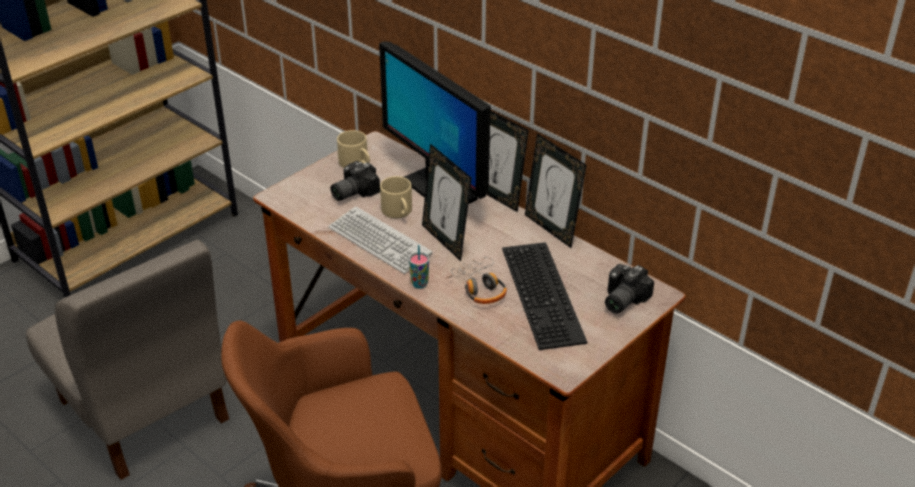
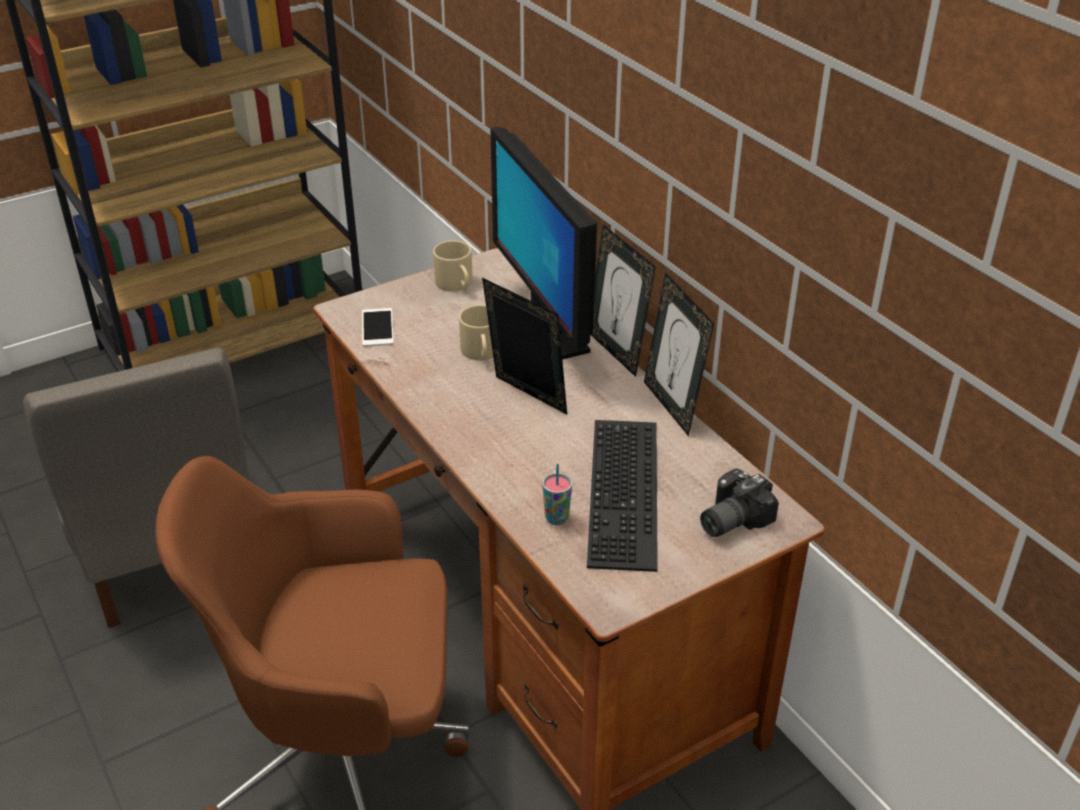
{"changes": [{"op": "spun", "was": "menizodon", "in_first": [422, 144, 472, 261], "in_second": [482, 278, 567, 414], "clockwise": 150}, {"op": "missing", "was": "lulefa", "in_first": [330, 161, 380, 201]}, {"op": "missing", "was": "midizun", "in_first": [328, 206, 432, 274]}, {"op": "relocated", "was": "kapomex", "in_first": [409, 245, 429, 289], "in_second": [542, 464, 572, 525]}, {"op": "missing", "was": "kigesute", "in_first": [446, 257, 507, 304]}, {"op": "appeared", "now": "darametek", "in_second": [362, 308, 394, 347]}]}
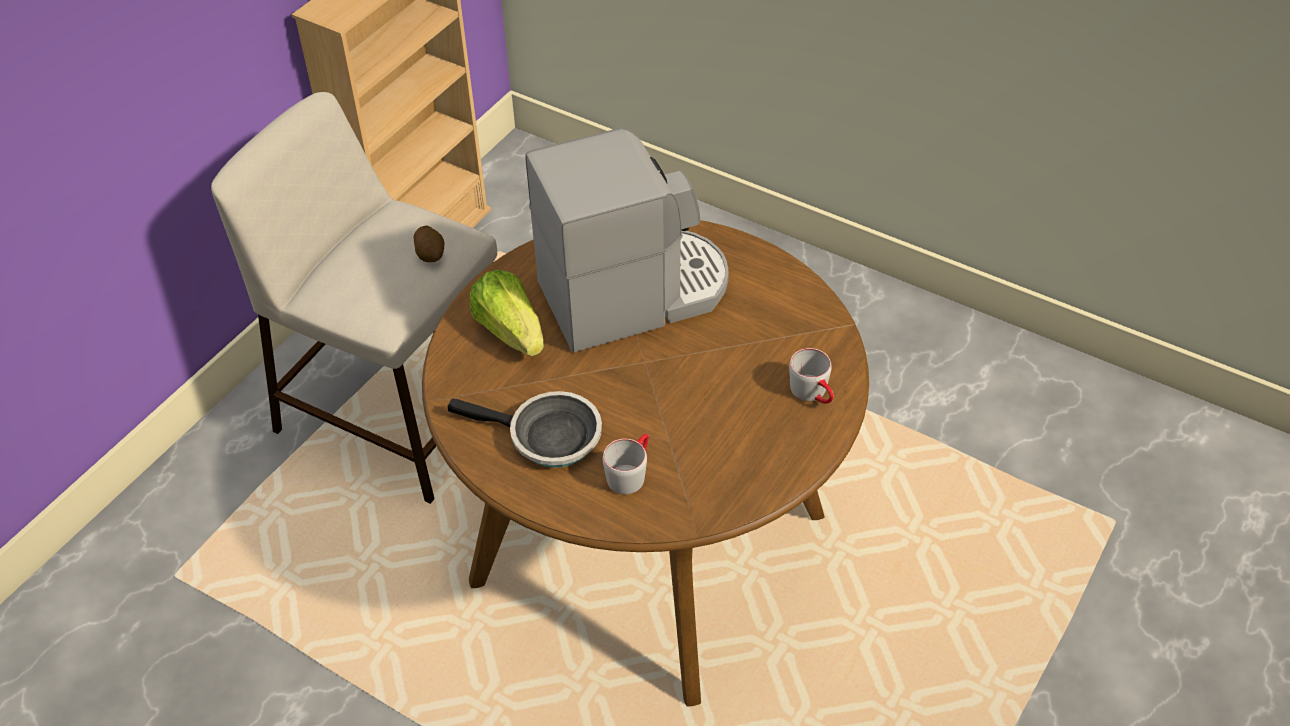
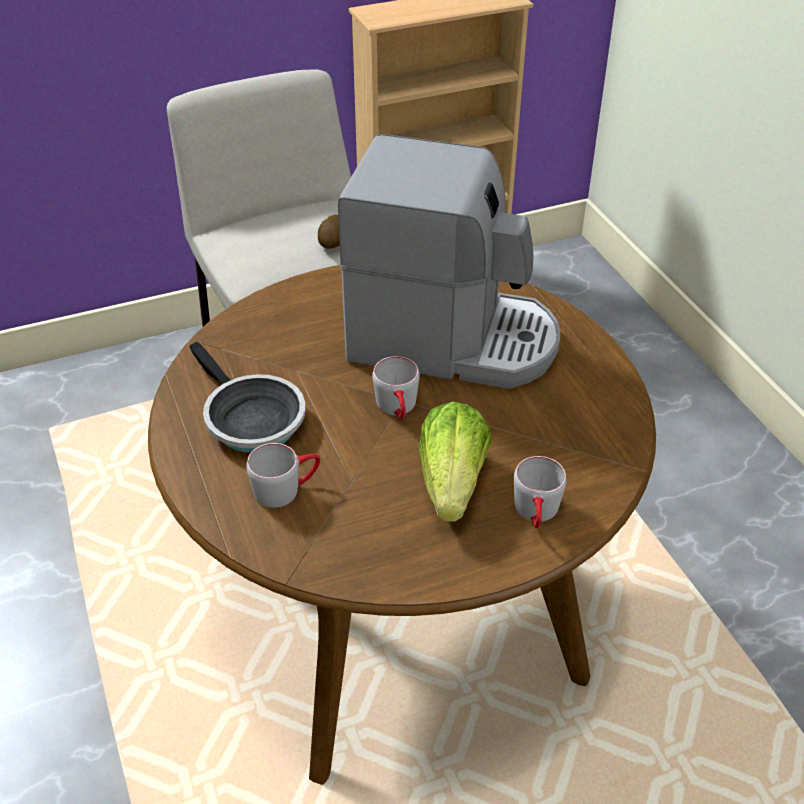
{"changes": [{"op": "relocated", "was": "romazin", "in_first": [469, 270, 544, 356], "in_second": [419, 402, 492, 522]}, {"op": "appeared", "now": "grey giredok", "in_second": [372, 356, 420, 419]}]}
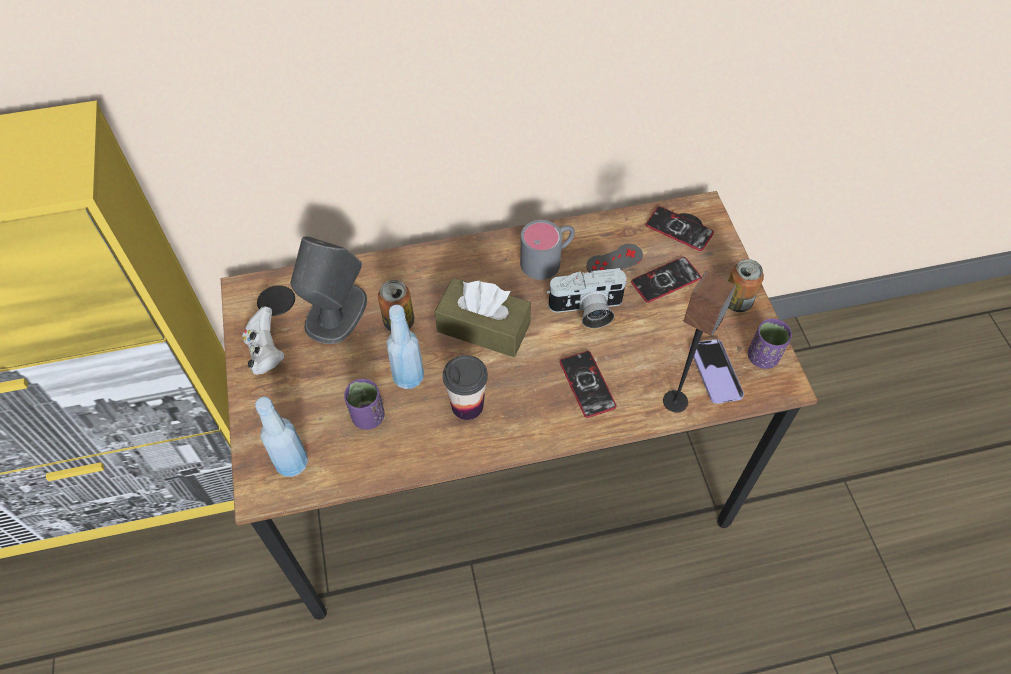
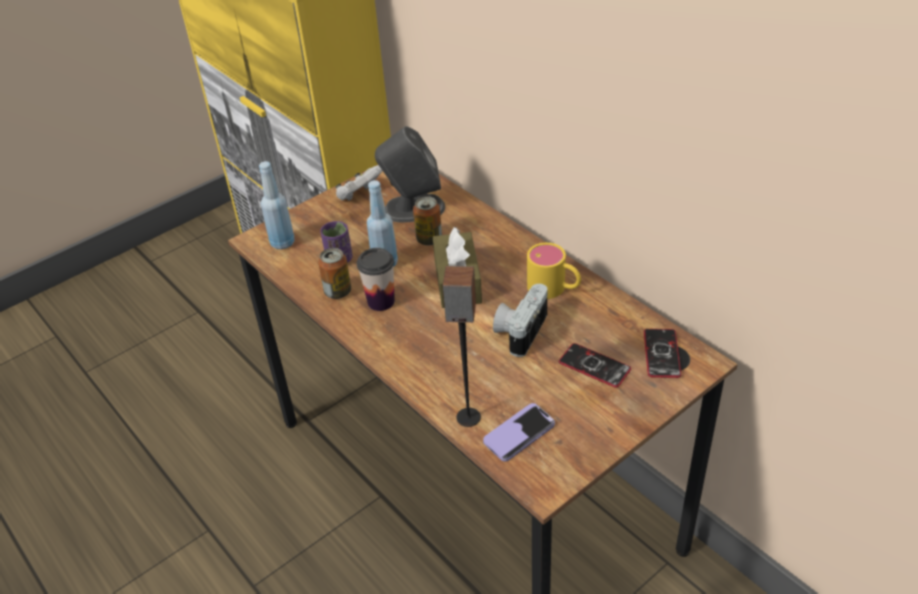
{"changes": [{"op": "colour", "was": "grey giredok", "now": "yellow giredok", "in_first": [520, 220, 575, 280], "in_second": [527, 243, 581, 299]}, {"op": "missing", "was": "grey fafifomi", "in_first": [586, 244, 643, 273]}, {"op": "relocated", "was": "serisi", "in_first": [728, 259, 764, 312], "in_second": [318, 248, 351, 299]}, {"op": "spun", "was": "lulefa", "in_first": [547, 268, 628, 328], "in_second": [493, 284, 547, 357], "clockwise": 60}, {"op": "missing", "was": "purple kapomex", "in_first": [748, 319, 792, 369]}, {"op": "missing", "was": "darametek", "in_first": [560, 351, 616, 418]}]}
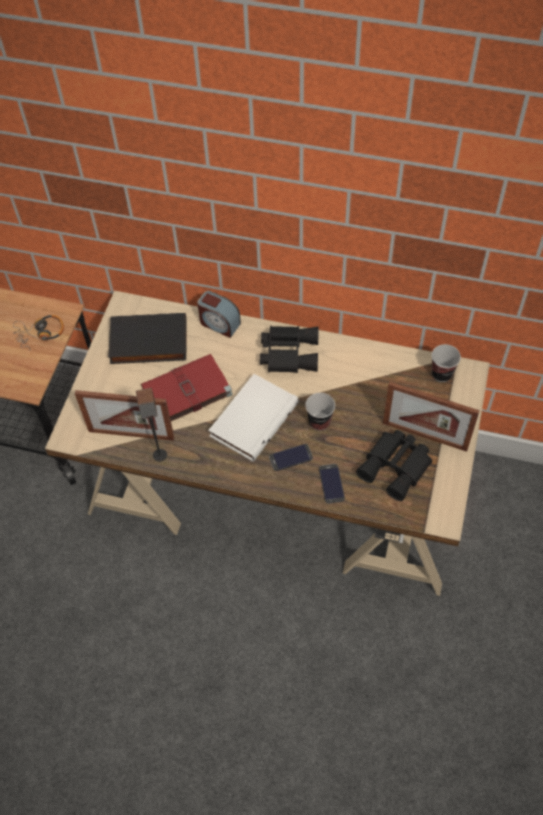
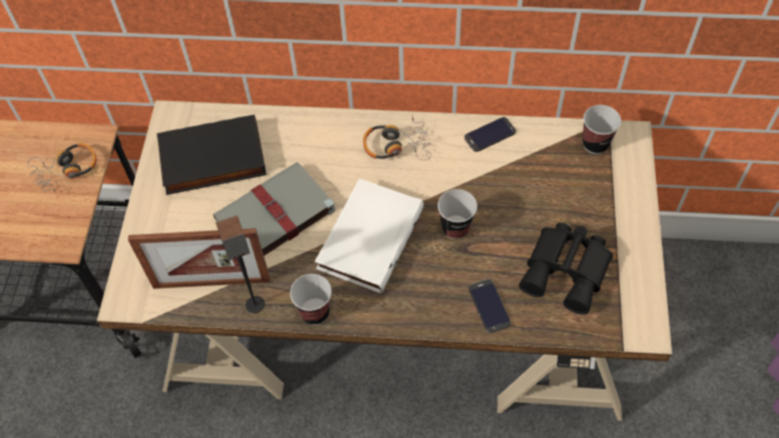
{"changes": [{"op": "missing", "was": "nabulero", "in_first": [197, 291, 241, 338]}, {"op": "exchanged", "was": "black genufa", "now": "kigesute", "in_first": [260, 326, 319, 373], "in_second": [363, 116, 431, 160]}, {"op": "colour", "was": "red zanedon", "now": "grey zanedon", "in_first": [141, 354, 232, 421], "in_second": [213, 162, 335, 256]}, {"op": "missing", "was": "menizodon", "in_first": [383, 382, 480, 452]}, {"op": "relocated", "was": "darametek", "in_first": [269, 444, 313, 471], "in_second": [464, 117, 516, 152]}, {"op": "appeared", "now": "kapomex", "in_second": [290, 274, 332, 325]}]}
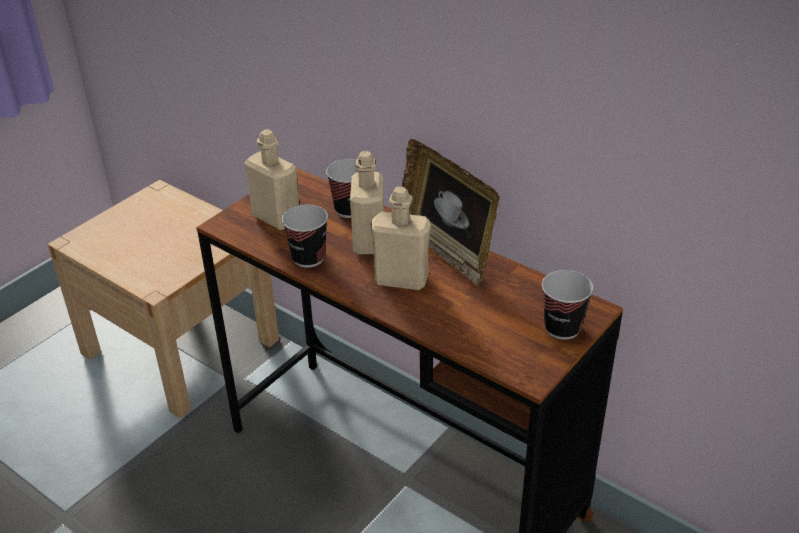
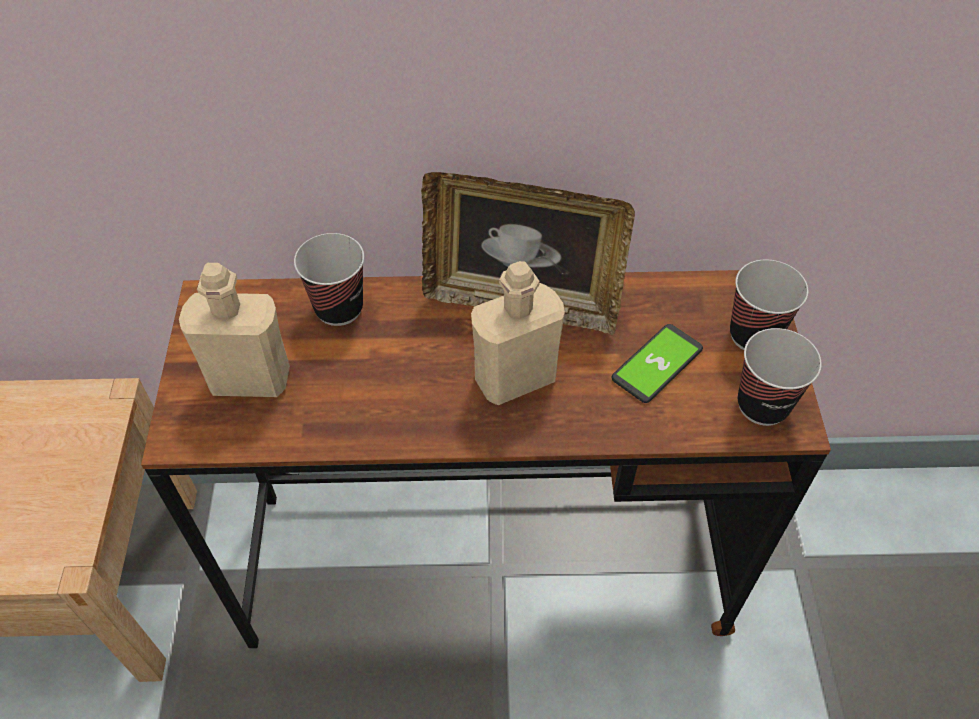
{"changes": [{"op": "missing", "was": "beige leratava", "in_first": [350, 151, 384, 254]}, {"op": "relocated", "was": "kapomex", "in_first": [282, 204, 328, 268], "in_second": [738, 328, 822, 426]}, {"op": "appeared", "now": "darametek", "in_second": [611, 324, 703, 403]}]}
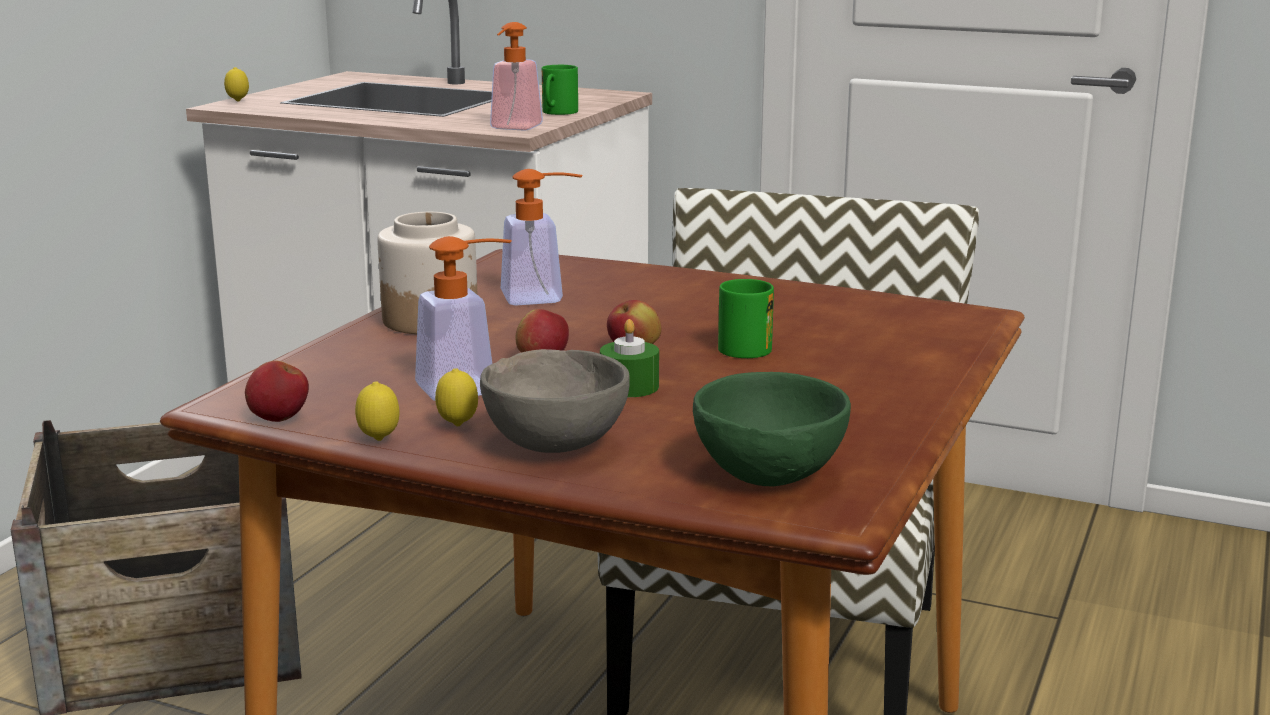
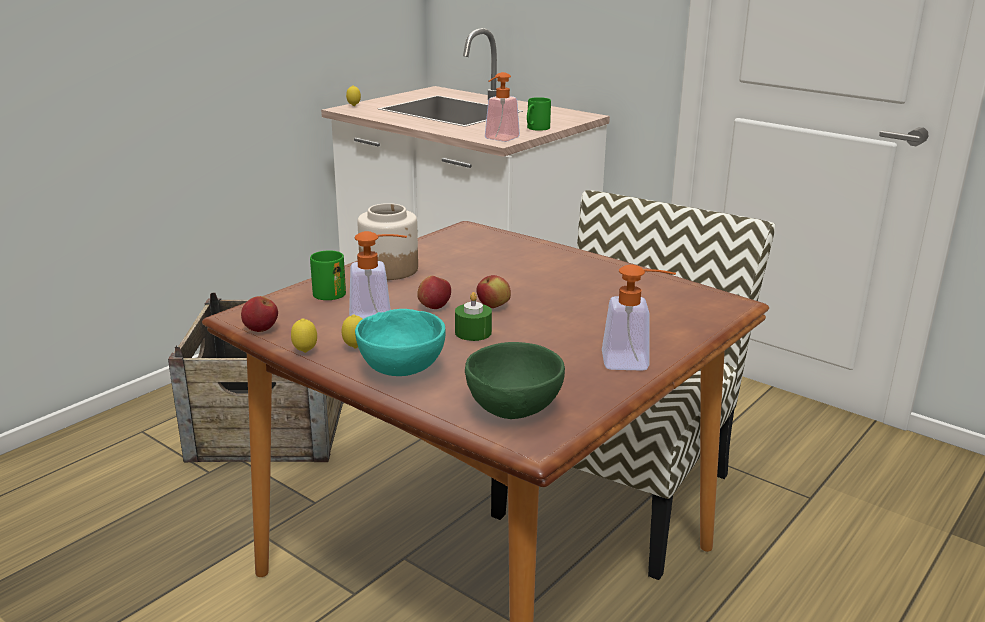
{"changes": [{"op": "relocated", "was": "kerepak", "in_first": [501, 169, 583, 306], "in_second": [602, 265, 676, 371]}, {"op": "relocated", "was": "green giredok", "in_first": [718, 279, 774, 358], "in_second": [310, 250, 346, 300]}, {"op": "colour", "was": "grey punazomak", "now": "turquoise punazomak", "in_first": [480, 349, 630, 453], "in_second": [355, 309, 446, 376]}]}
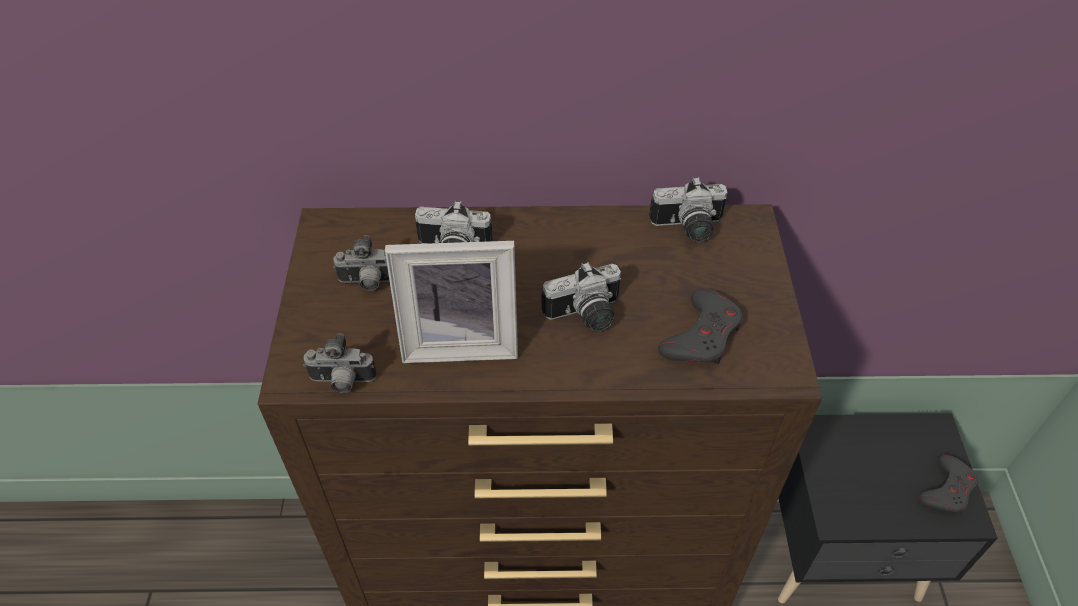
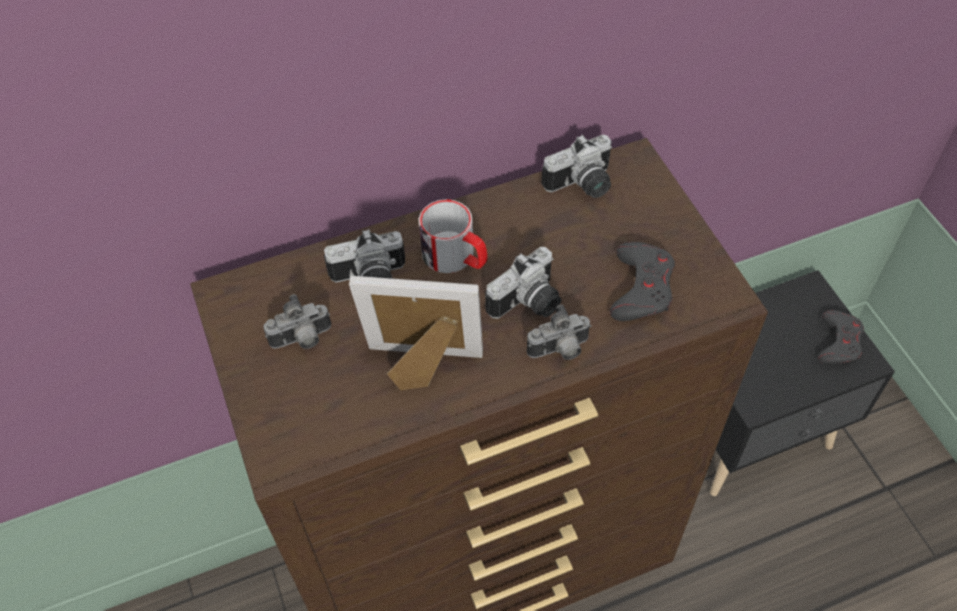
{"changes": [{"op": "spun", "was": "menizodon", "in_first": [385, 241, 518, 363], "in_second": [349, 276, 483, 390], "clockwise": -150}, {"op": "relocated", "was": "lulefa", "in_first": [303, 333, 377, 393], "in_second": [527, 304, 591, 360]}, {"op": "appeared", "now": "giredok", "in_second": [418, 199, 487, 273]}]}
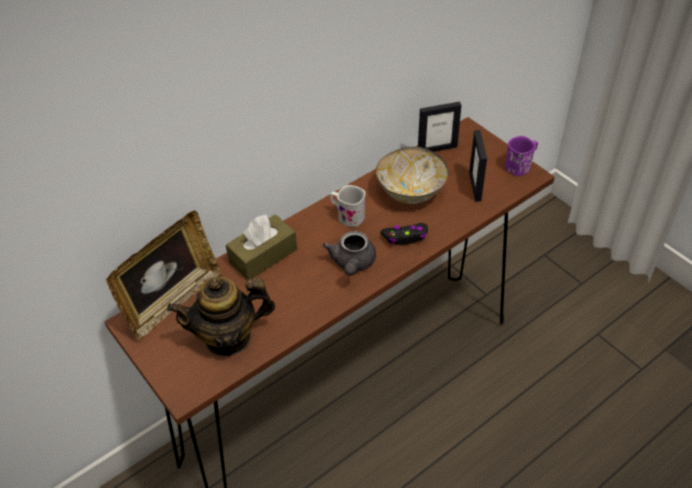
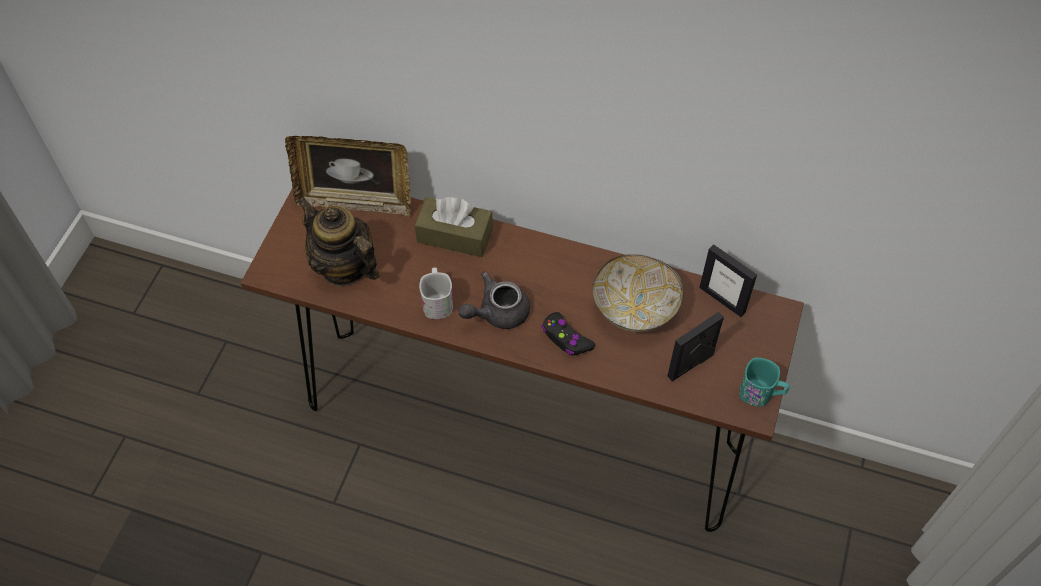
{"changes": [{"op": "colour", "was": "purple giredok", "now": "turquoise giredok", "in_first": [505, 136, 538, 176], "in_second": [739, 358, 790, 407]}, {"op": "relocated", "was": "white giredok", "in_first": [330, 185, 366, 227], "in_second": [419, 268, 453, 319]}]}
